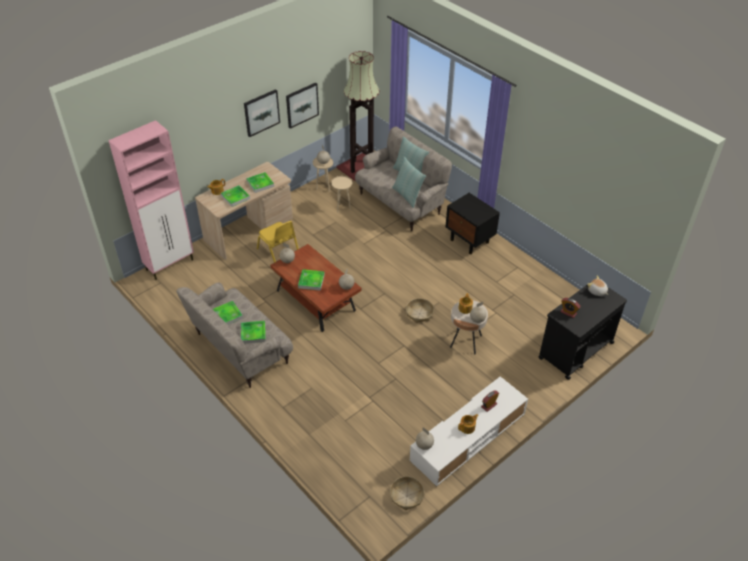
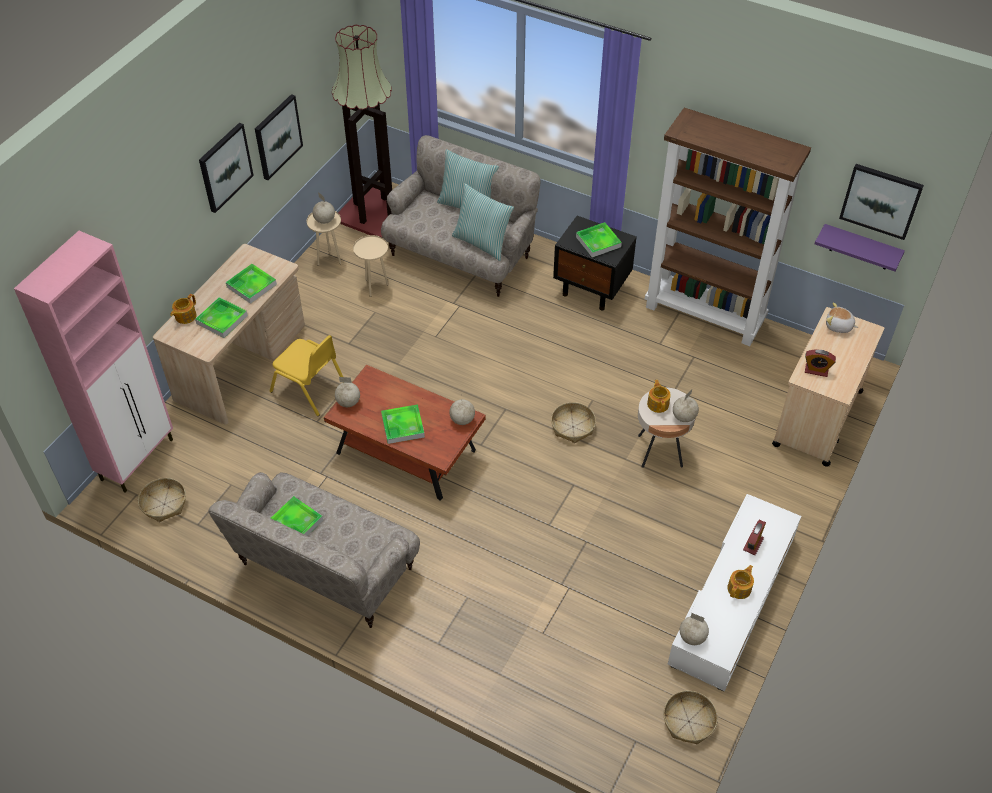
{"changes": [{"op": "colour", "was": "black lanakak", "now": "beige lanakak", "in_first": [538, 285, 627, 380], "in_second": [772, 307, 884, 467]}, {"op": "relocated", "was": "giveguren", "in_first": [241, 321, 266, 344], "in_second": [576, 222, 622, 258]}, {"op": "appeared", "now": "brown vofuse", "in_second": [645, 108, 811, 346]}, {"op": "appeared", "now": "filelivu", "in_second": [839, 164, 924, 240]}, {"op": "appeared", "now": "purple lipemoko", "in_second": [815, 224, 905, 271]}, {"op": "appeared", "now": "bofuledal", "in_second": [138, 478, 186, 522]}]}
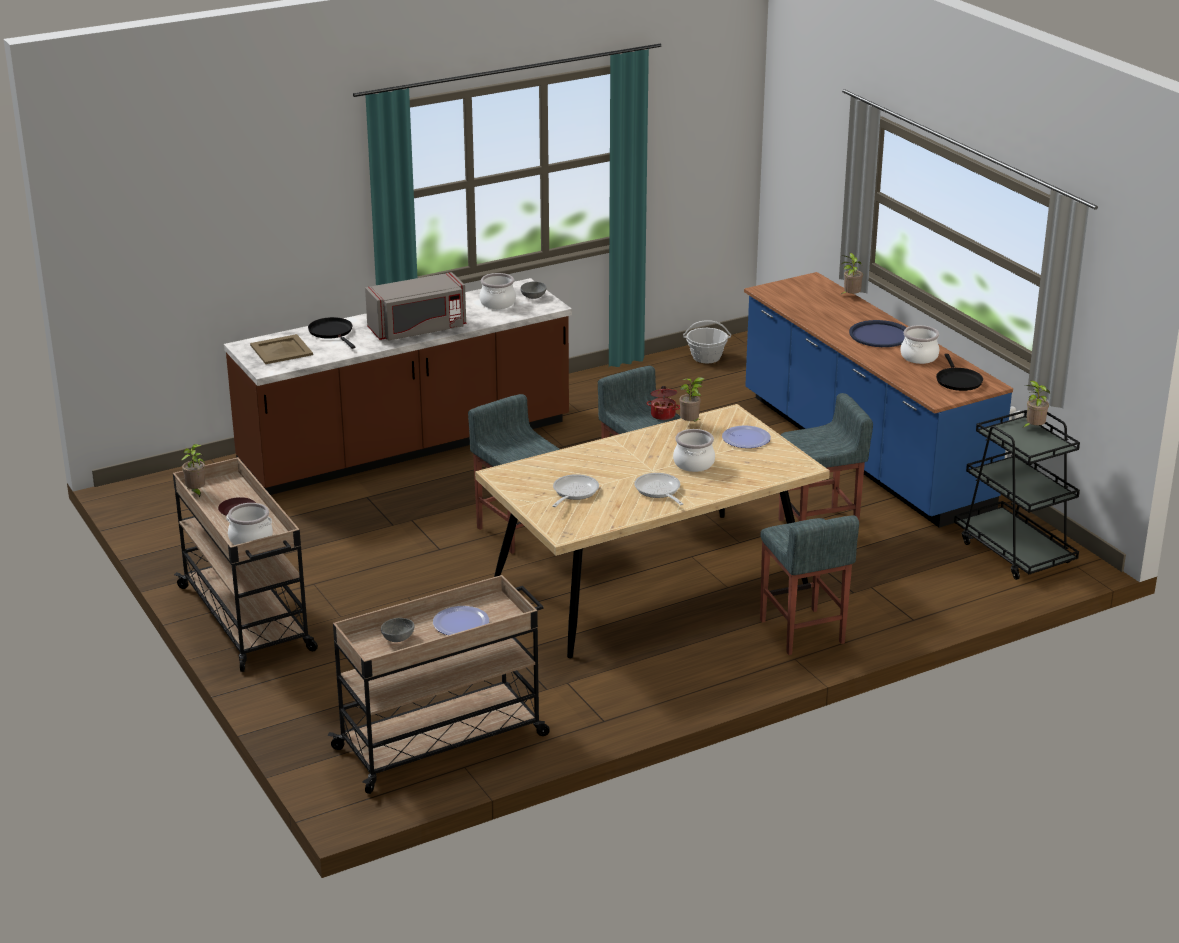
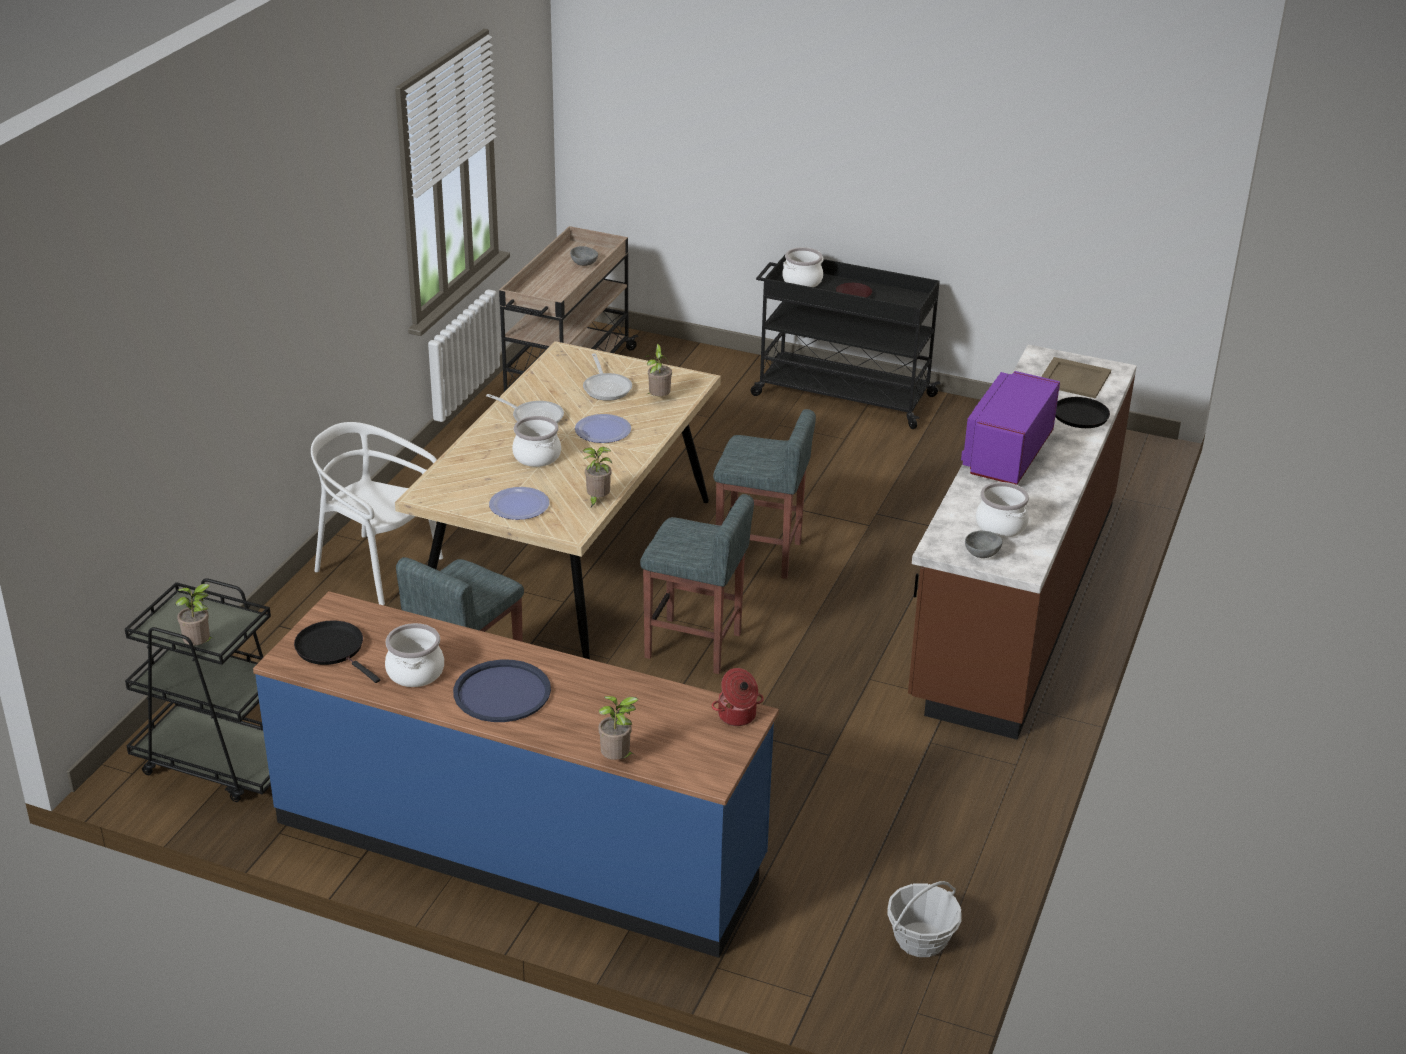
{"changes": [{"op": "colour", "was": "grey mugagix", "now": "purple mugagix", "in_first": [365, 272, 466, 341], "in_second": [961, 371, 1060, 485]}, {"op": "relocated", "was": "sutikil", "in_first": [647, 386, 680, 420], "in_second": [712, 668, 764, 726]}, {"op": "relocated", "was": "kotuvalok", "in_first": [181, 444, 205, 498], "in_second": [645, 344, 672, 396]}, {"op": "colour", "was": "beige lanakak", "now": "black lanakak", "in_first": [173, 457, 318, 672], "in_second": [750, 255, 941, 429]}, {"op": "exchanged", "was": "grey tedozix", "now": "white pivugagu", "in_first": [760, 515, 859, 655], "in_second": [311, 422, 443, 605]}, {"op": "relocated", "was": "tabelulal", "in_first": [433, 606, 489, 635], "in_second": [575, 414, 631, 443]}]}
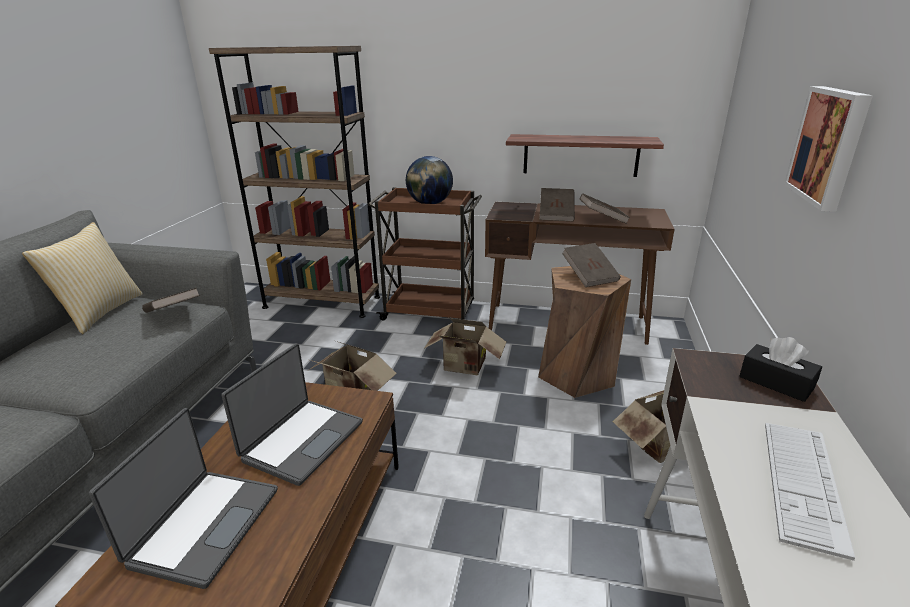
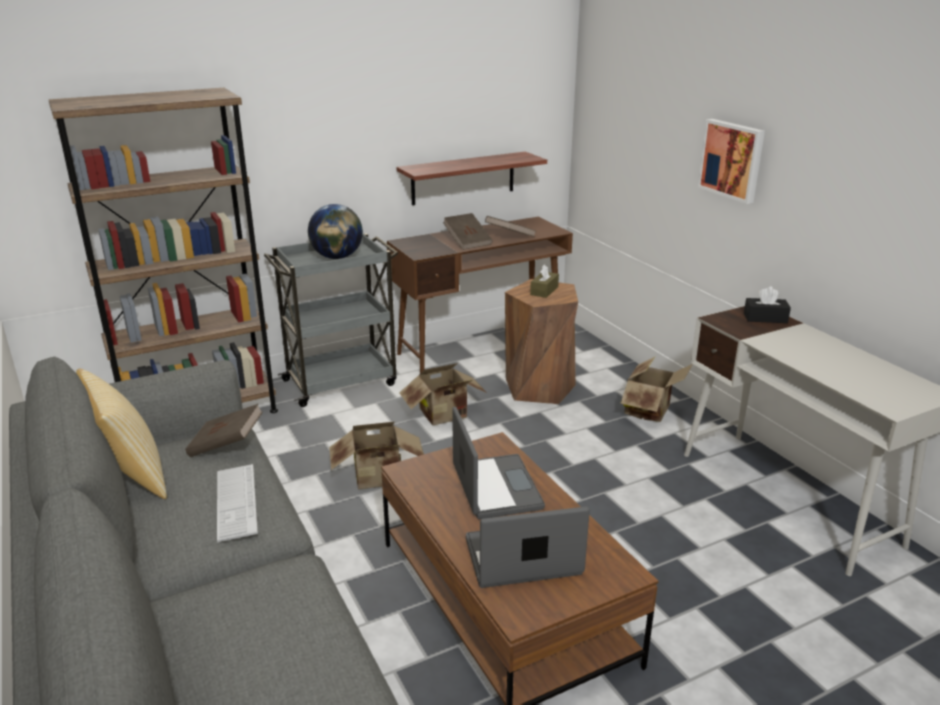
{"changes": [{"op": "colour", "was": "brown lanakak", "now": "grey lanakak", "in_first": [368, 187, 482, 321], "in_second": [264, 233, 399, 407]}, {"op": "exchanged", "was": "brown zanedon", "now": "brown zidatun", "in_first": [562, 243, 620, 287], "in_second": [530, 264, 559, 298]}, {"op": "spun", "was": "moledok", "in_first": [89, 408, 278, 589], "in_second": [466, 507, 590, 588], "clockwise": -75}, {"op": "relocated", "was": "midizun", "in_first": [765, 423, 855, 561], "in_second": [217, 464, 258, 542]}]}
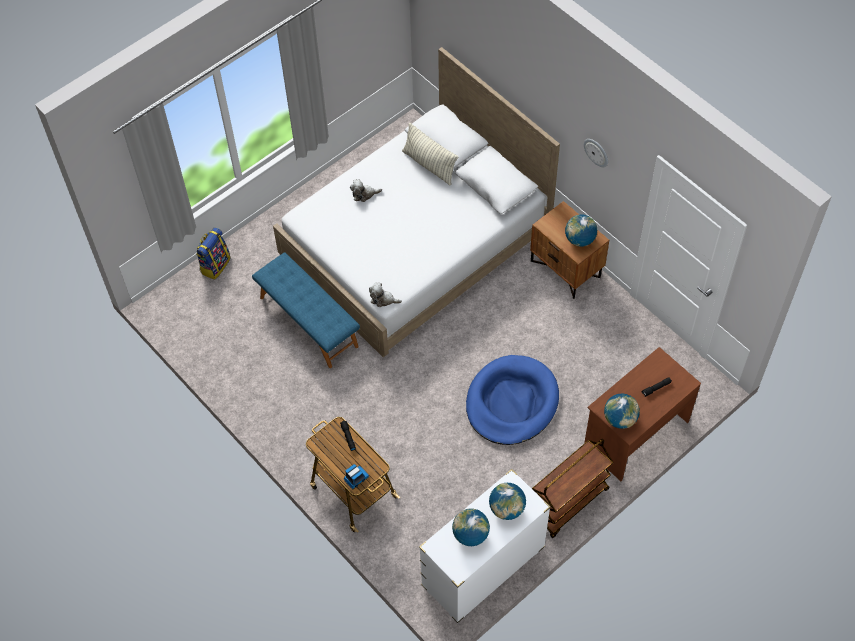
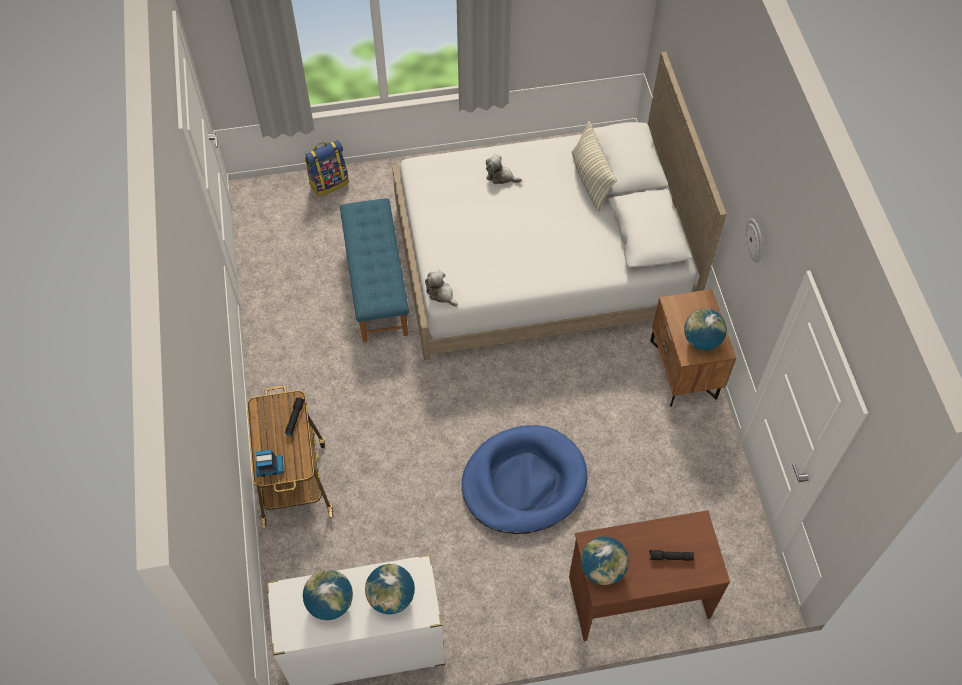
{"changes": [{"op": "missing", "was": "brown lanakak", "in_first": [532, 439, 614, 538]}]}
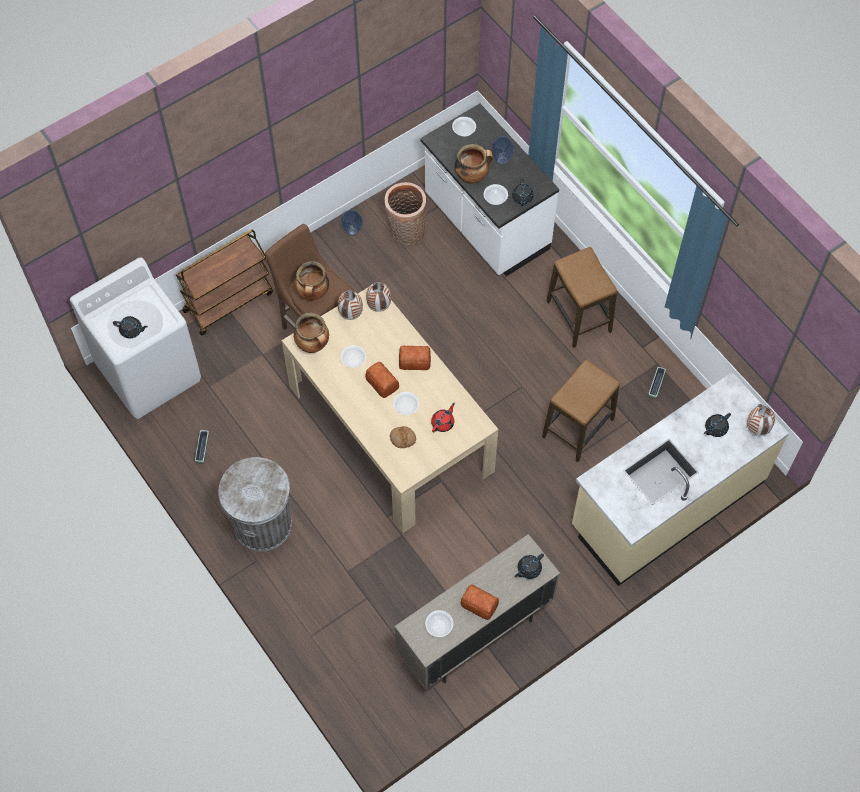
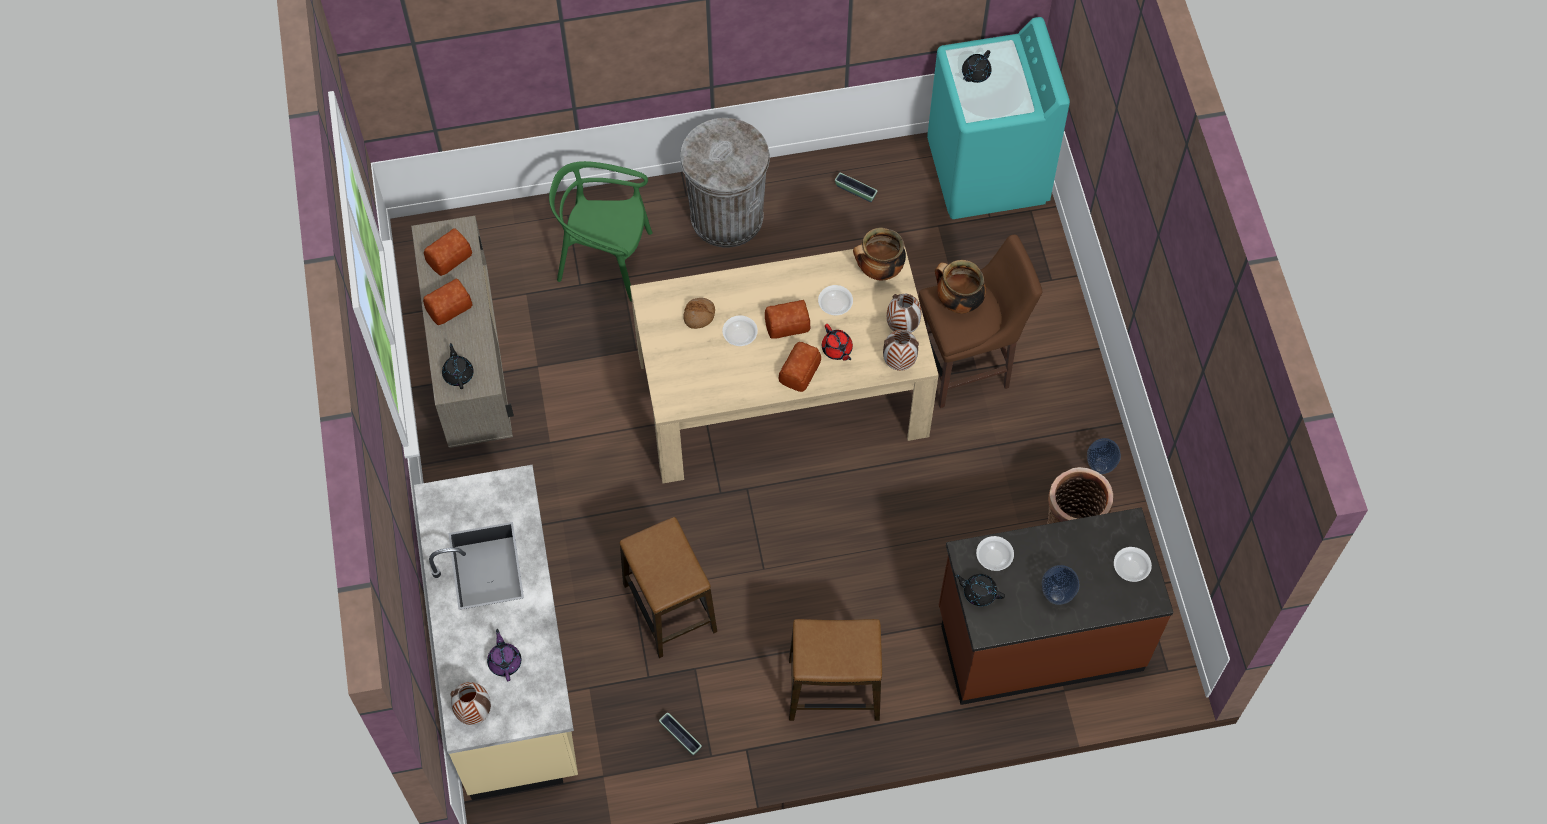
{"changes": [{"op": "colour", "was": "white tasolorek", "now": "brown tasolorek", "in_first": [420, 104, 559, 277], "in_second": [939, 507, 1174, 705]}, {"op": "missing", "was": "sutikil", "in_first": [455, 144, 493, 184]}, {"op": "missing", "was": "brown lanakak", "in_first": [176, 230, 273, 335]}, {"op": "colour", "was": "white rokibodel", "now": "turquoise rokibodel", "in_first": [70, 257, 201, 419], "in_second": [927, 17, 1070, 219]}, {"op": "relocated", "was": "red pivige", "in_first": [431, 403, 455, 432], "in_second": [822, 324, 853, 361]}, {"op": "colour", "was": "black pivige", "now": "purple pivige", "in_first": [704, 413, 731, 437], "in_second": [487, 629, 521, 681]}, {"op": "exchanged", "was": "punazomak", "now": "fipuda", "in_first": [425, 610, 453, 637], "in_second": [424, 228, 472, 276]}, {"op": "appeared", "now": "green pivugagu", "in_second": [549, 161, 653, 302]}]}
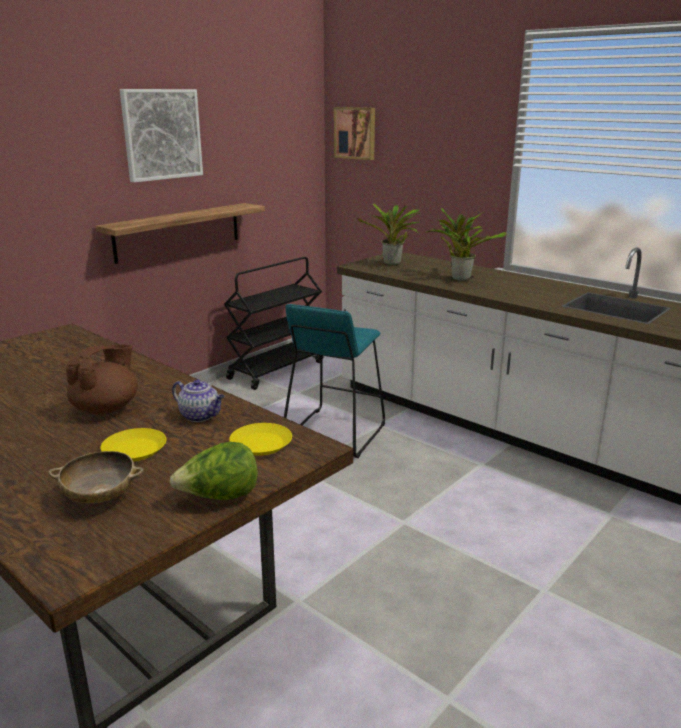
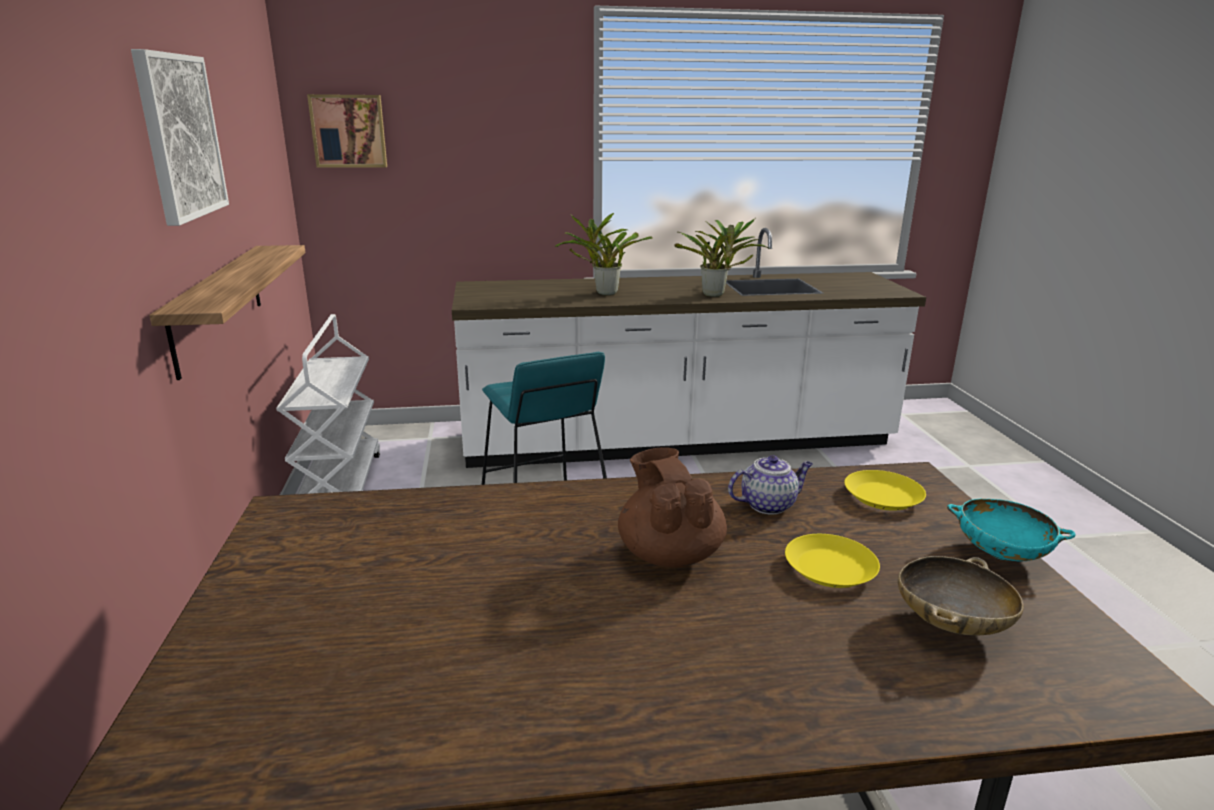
{"changes": [{"op": "relocated", "was": "kotuvalok", "in_first": [357, 204, 421, 266], "in_second": [675, 218, 770, 297]}, {"op": "colour", "was": "black lanakak", "now": "white lanakak", "in_first": [224, 257, 324, 390], "in_second": [276, 314, 380, 494]}, {"op": "exchanged", "was": "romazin", "now": "turquoise punazomak", "in_first": [170, 442, 258, 500], "in_second": [947, 499, 1075, 561]}]}
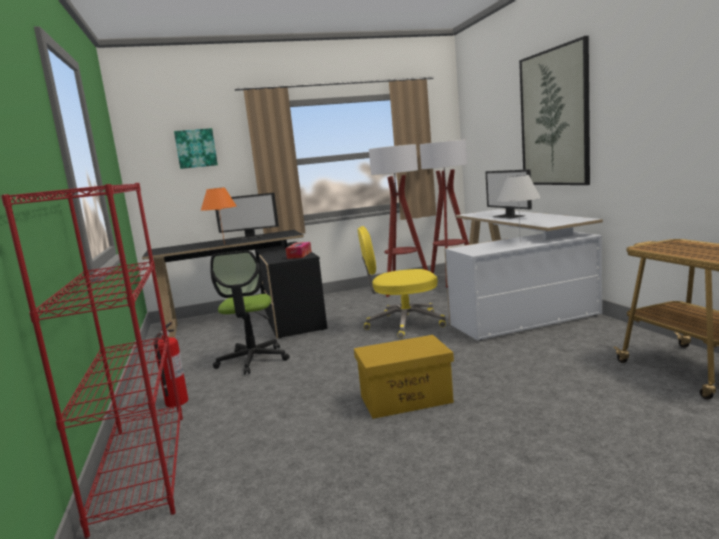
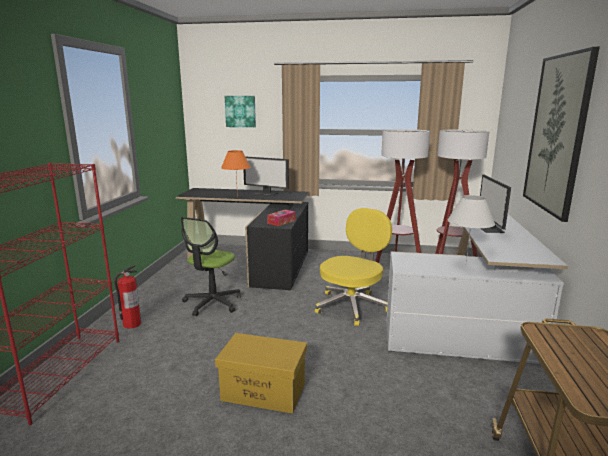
{"changes": [{"op": "spun", "was": "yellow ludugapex", "in_first": [358, 226, 446, 338], "in_second": [315, 208, 392, 326], "clockwise": 105}]}
